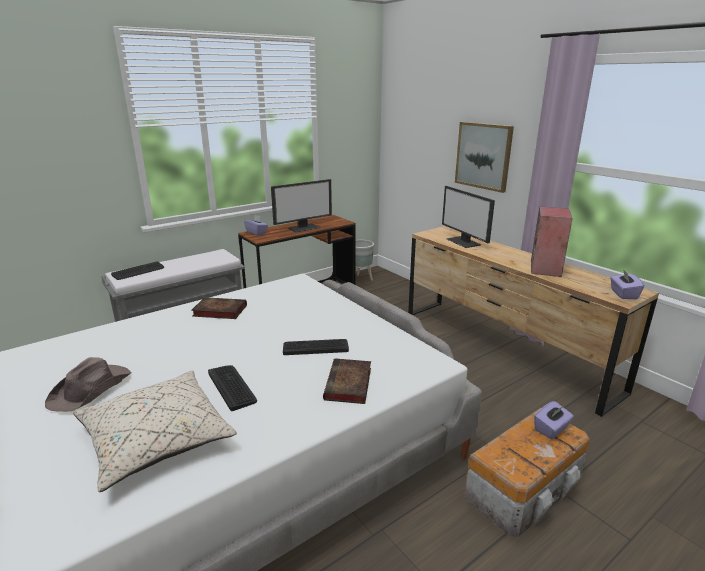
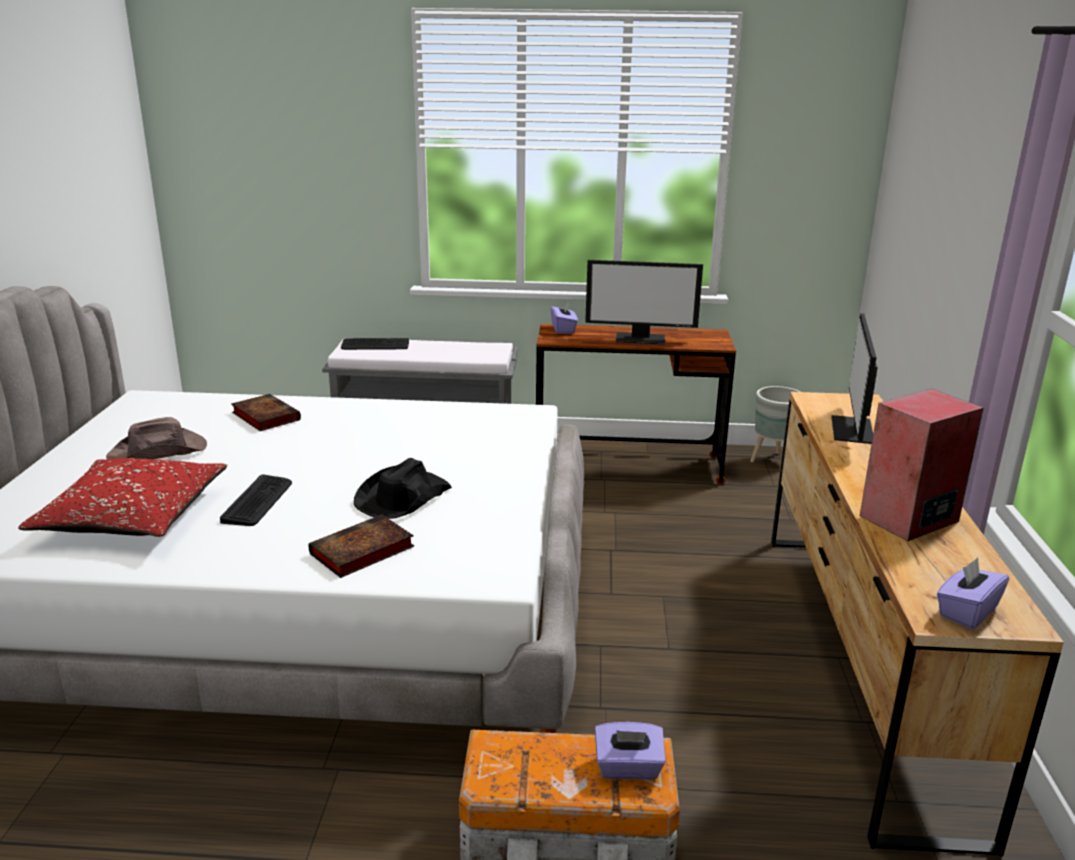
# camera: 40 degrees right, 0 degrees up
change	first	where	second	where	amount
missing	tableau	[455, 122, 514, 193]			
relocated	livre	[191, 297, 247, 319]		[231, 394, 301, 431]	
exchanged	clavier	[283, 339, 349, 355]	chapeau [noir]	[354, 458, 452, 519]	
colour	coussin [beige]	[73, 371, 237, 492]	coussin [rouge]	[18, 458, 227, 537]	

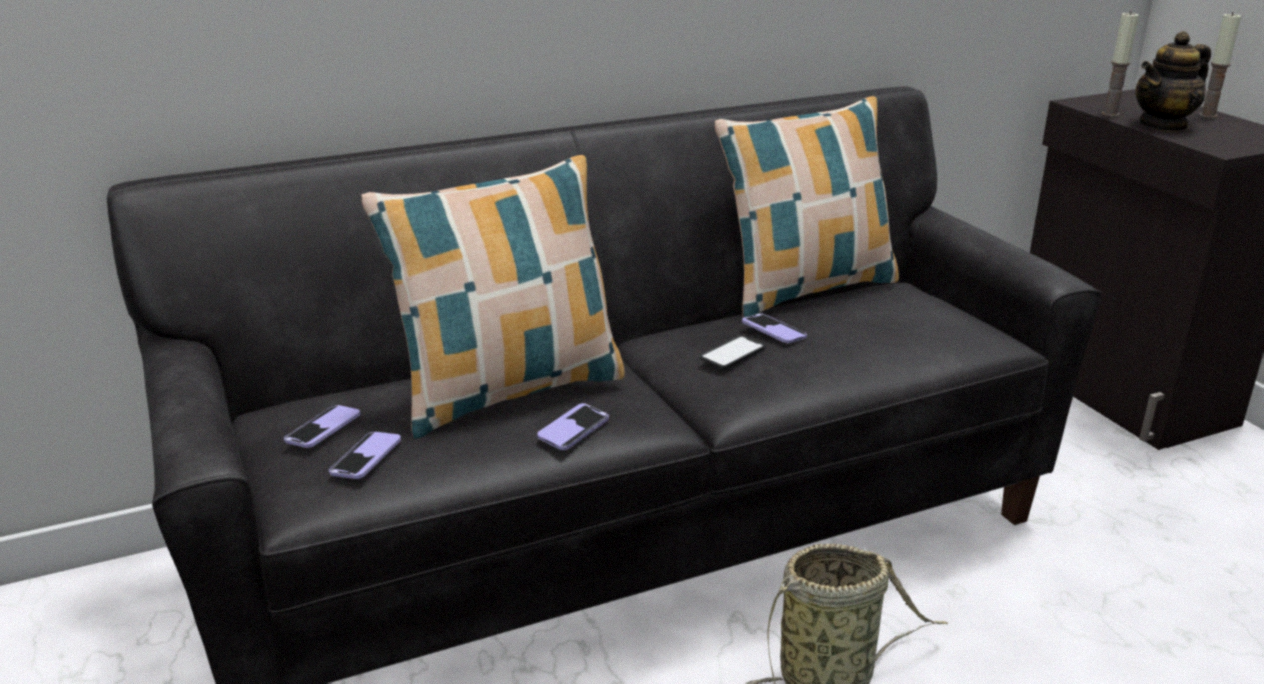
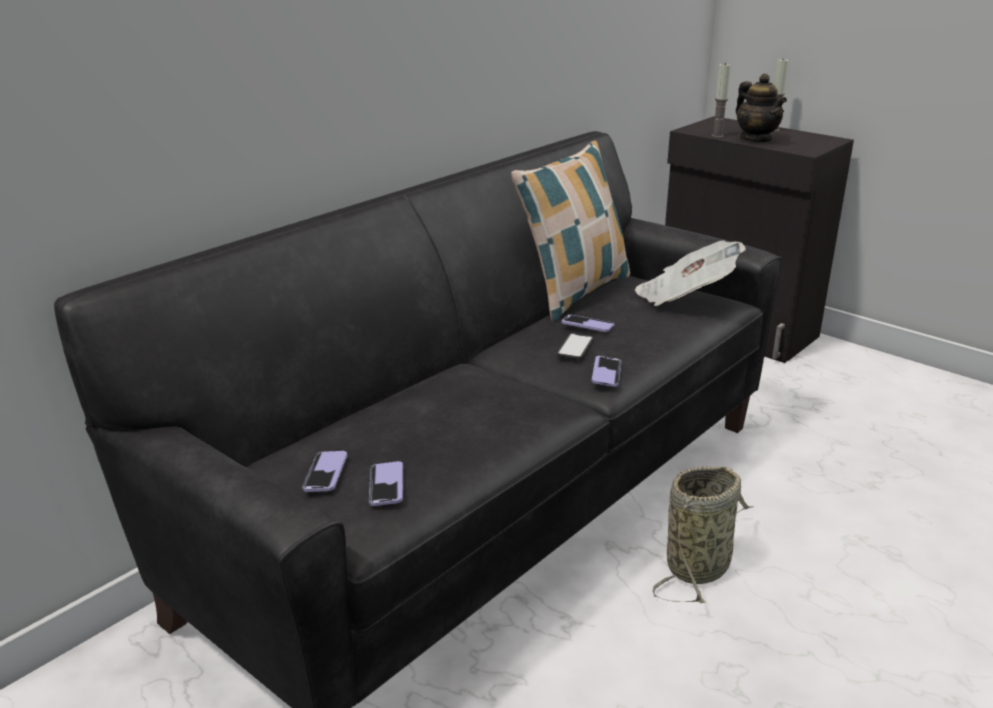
# camera: 25 degrees left, 0 degrees up
change	first	where	second	where	amount
missing	coussin	[361, 155, 625, 439]			
appeared			journal	[635, 240, 746, 306]	
relocated	téléphone	[537, 403, 609, 450]		[591, 356, 622, 387]	
spun	théière	[1136, 31, 1211, 132]		[736, 74, 787, 143]	60 degrees counterclockwise

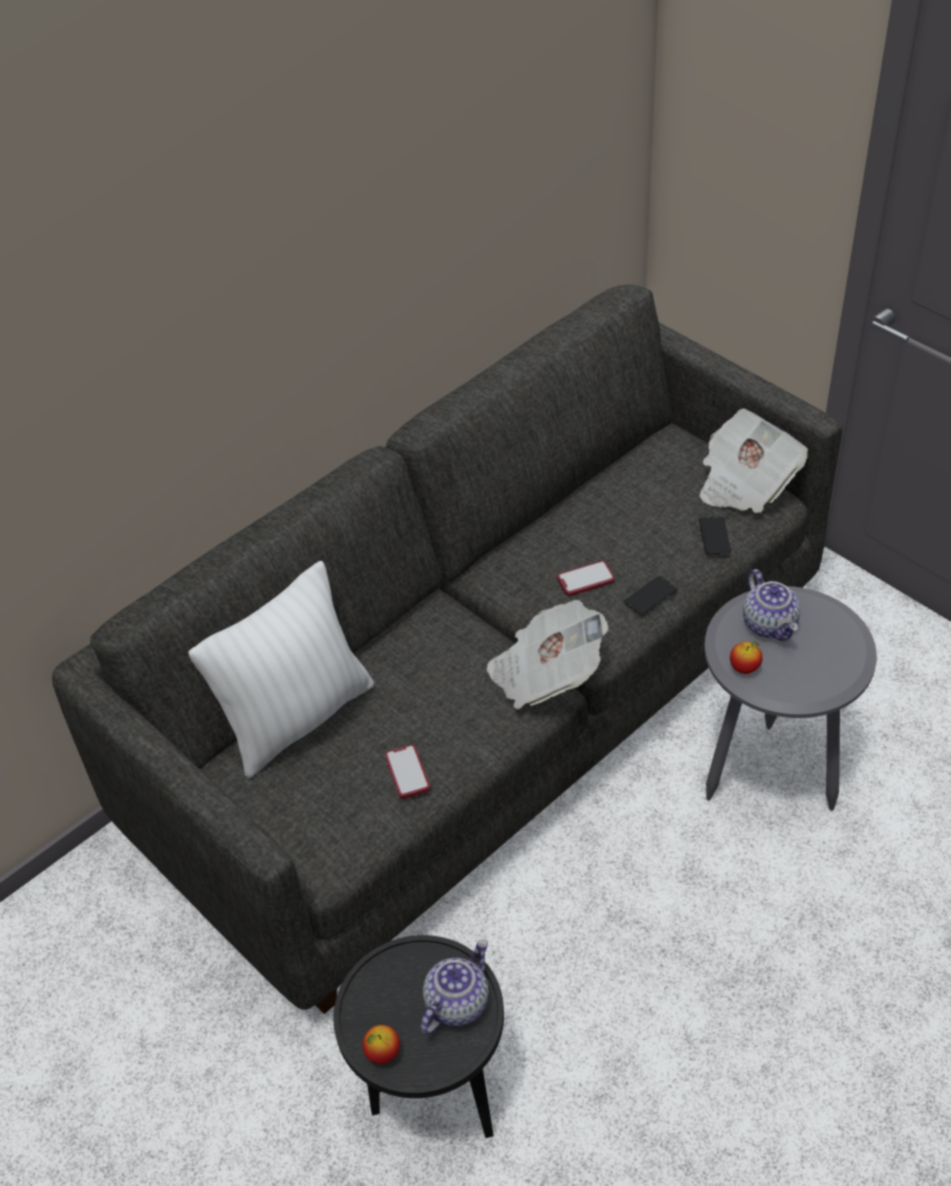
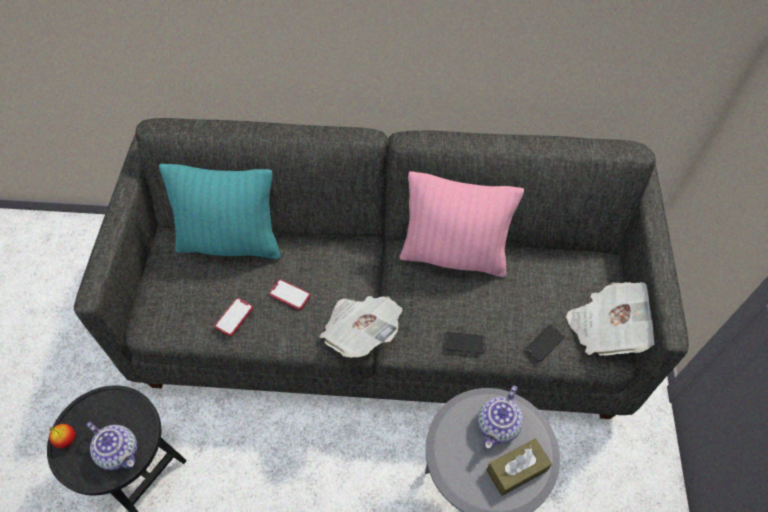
# camera: 45 degrees right, 10 degrees up
change	first	where	second	where	amount
missing	pomme	[730, 641, 763, 674]			
appeared			coussin [rose]	[400, 171, 524, 277]	
appeared			boîte à mouchoirs [marron]	[486, 439, 552, 496]	
relocated	téléphone	[557, 561, 614, 596]		[269, 279, 310, 310]	
colour	coussin [blanc]	[188, 561, 374, 778]	coussin [turquoise]	[159, 164, 281, 259]	
spun	théière	[421, 939, 489, 1035]		[86, 422, 137, 470]	45 degrees clockwise

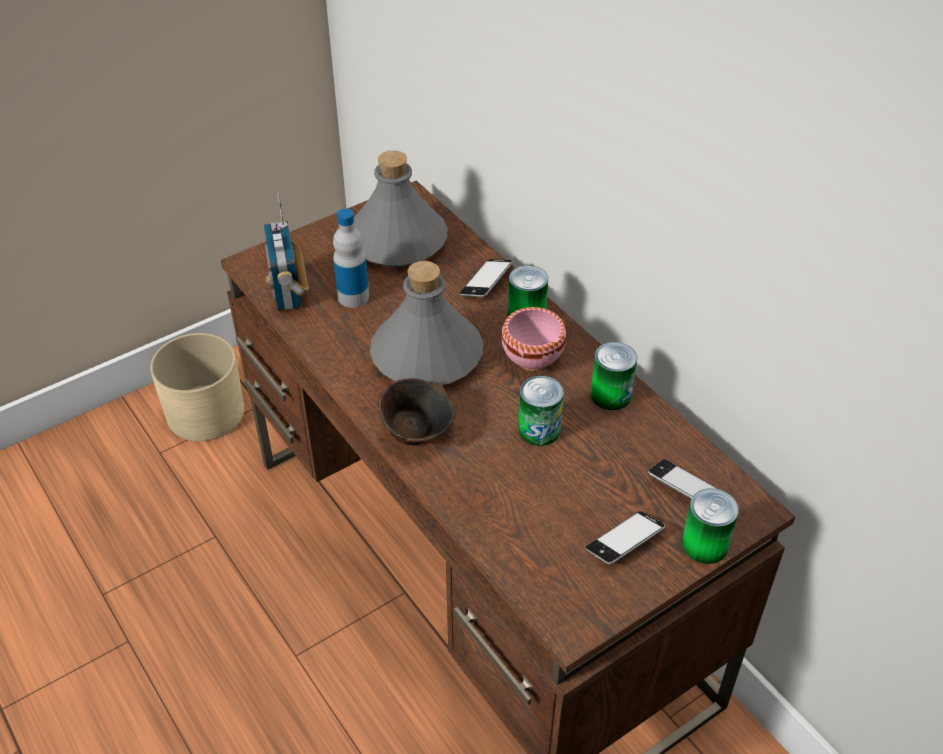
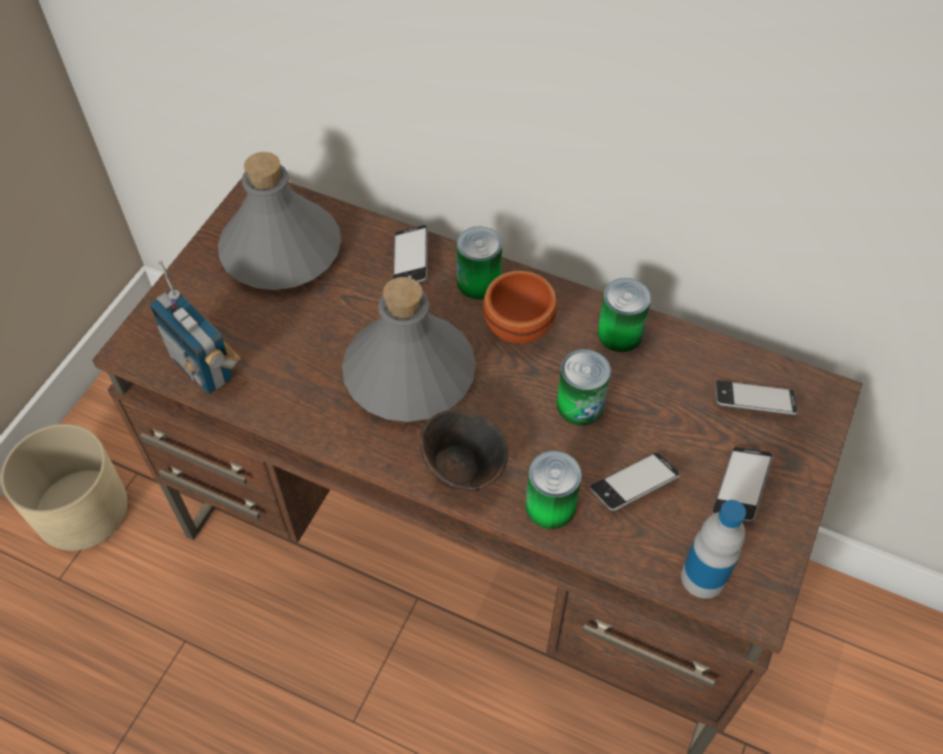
# camera: 30 degrees left, 10 degrees up
change	first	where	second	where	amount
appeared			téléphone	[590, 452, 680, 511]	
relocated	bouteille	[333, 208, 369, 308]		[681, 500, 746, 599]	
relocated	boîte métallique	[682, 488, 739, 564]		[525, 451, 582, 529]	
colour	bol [rose]	[501, 307, 566, 371]	bol [marron]	[483, 271, 557, 344]	

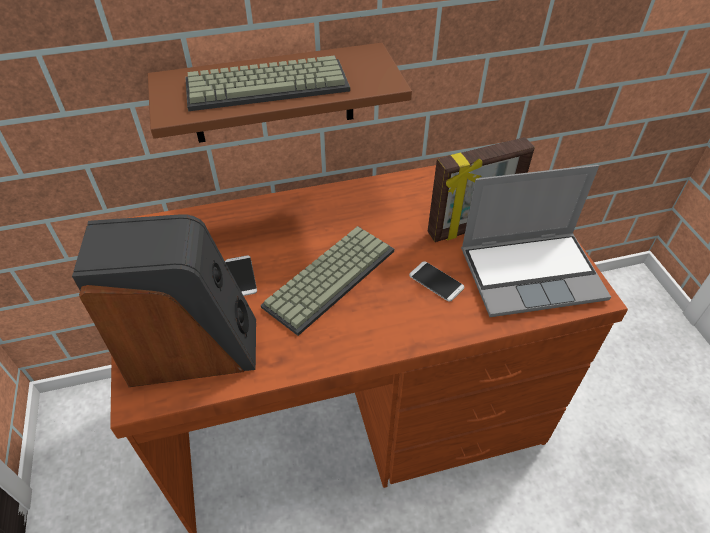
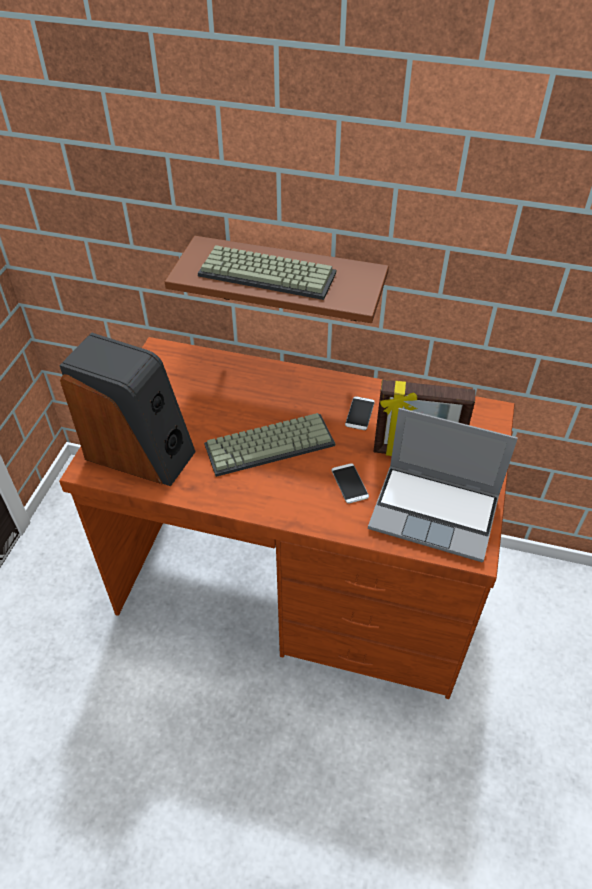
# camera: 30 degrees right, 0 degrees up
change	first	where	second	where	amount
relocated	téléphone	[225, 255, 257, 296]		[345, 396, 375, 430]	

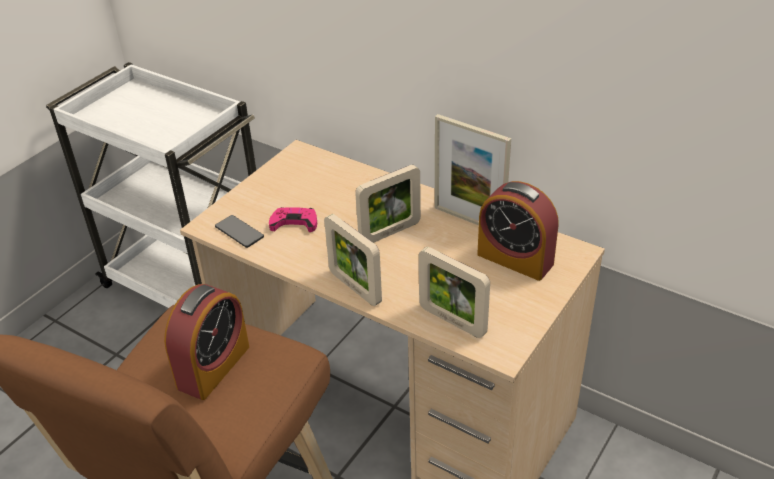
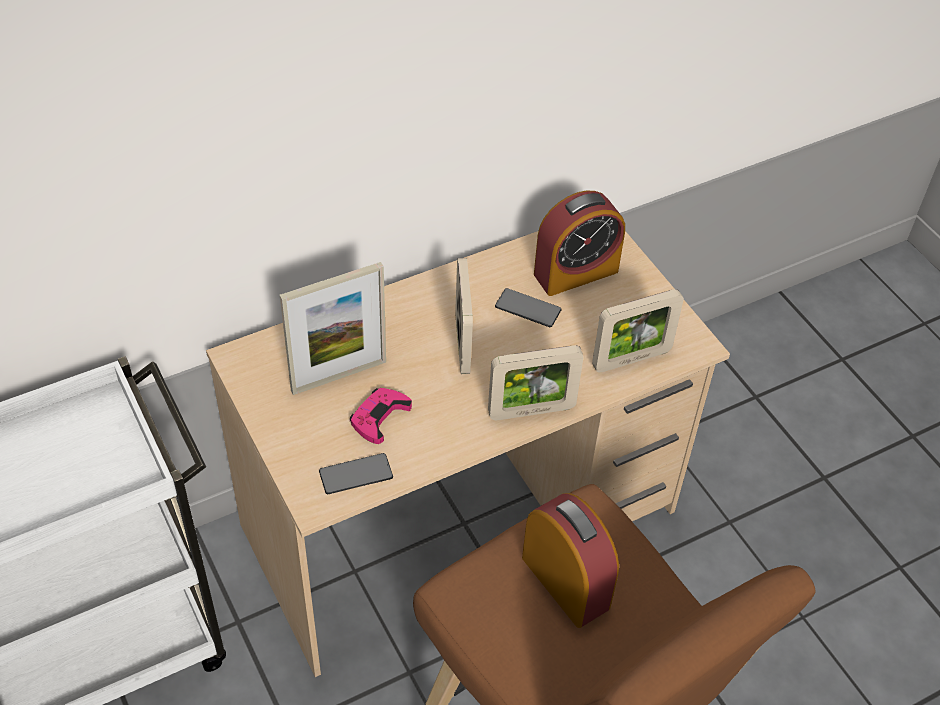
# camera: 65 degrees left, 10 degrees up
change	first	where	second	where	amount
appeared			téléphone	[495, 288, 562, 327]	
relocated	cadre photo	[435, 114, 511, 225]		[280, 262, 386, 395]	

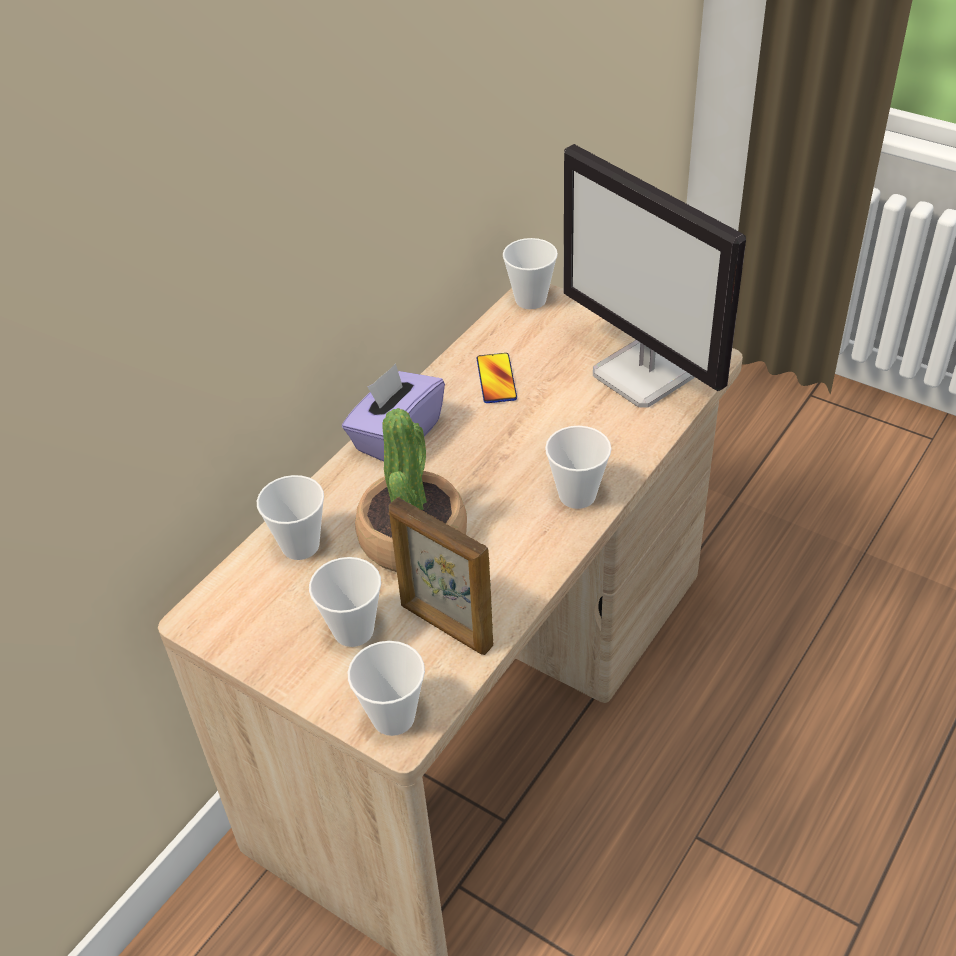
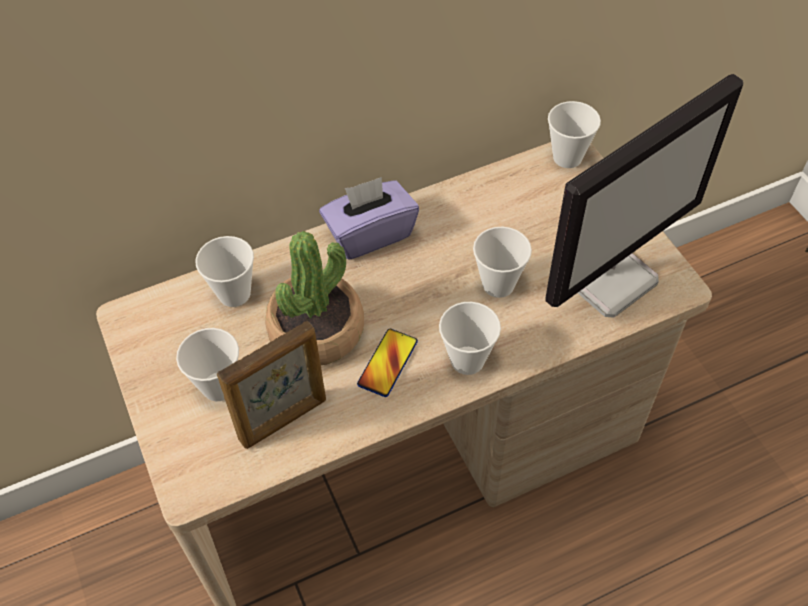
# camera: 30 degrees right, 10 degrees up
change	first	where	second	where	amount
relocated	tasse	[348, 641, 425, 736]		[473, 227, 532, 298]	
relocated	téléphone	[477, 353, 517, 403]		[357, 329, 418, 397]	
spun	cadre photo	[389, 497, 493, 655]		[217, 321, 326, 449]	105 degrees counterclockwise
spun	écran d'ordinateur	[564, 144, 746, 408]		[546, 74, 743, 318]	120 degrees counterclockwise

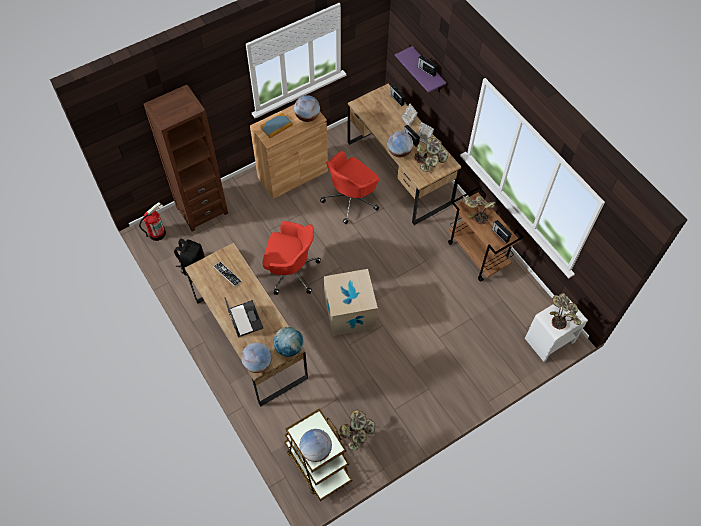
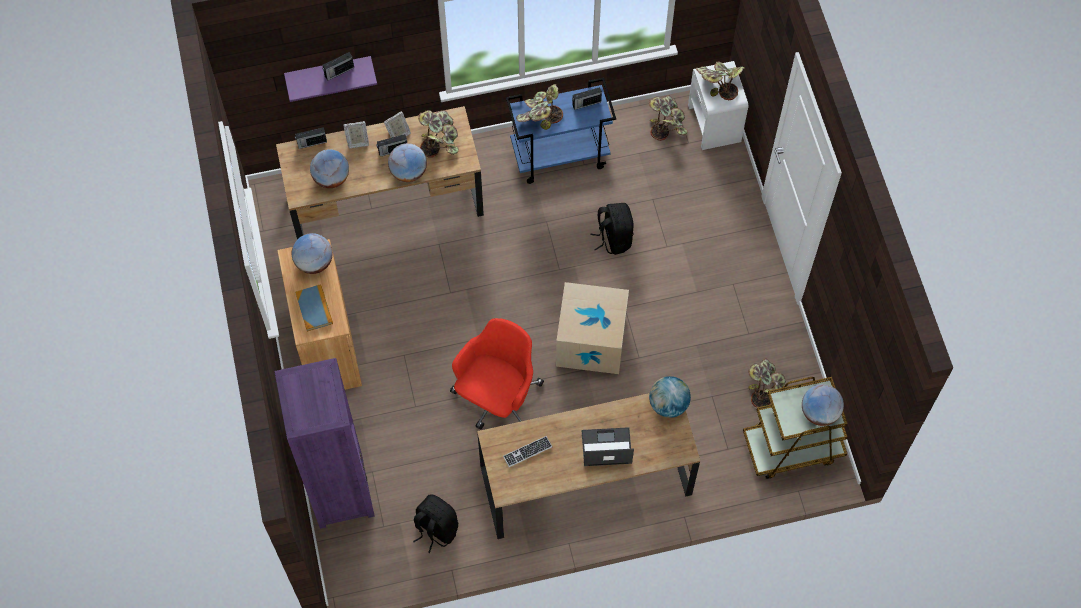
# camera: 70 degrees left, 5 degrees up
change	first	where	second	where	amount
missing	extincteur	[139, 202, 166, 241]			
missing	chaise de bureau [rouge]	[320, 151, 379, 224]			
appeared			sac à dos [noir]	[590, 203, 634, 255]	
appeared			plante en pot	[649, 95, 688, 141]	
relocated	globe	[241, 342, 272, 373]		[310, 149, 349, 188]	
colour	bibliothèque [marron]	[144, 85, 228, 232]	bibliothèque [violet]	[274, 358, 375, 529]	
colour	chariot [marron]	[448, 187, 524, 282]	chariot [bleu]	[506, 78, 616, 184]	

